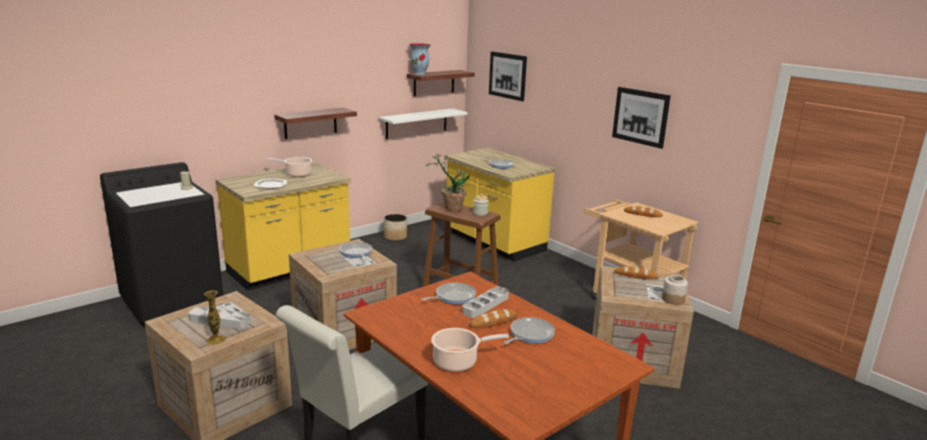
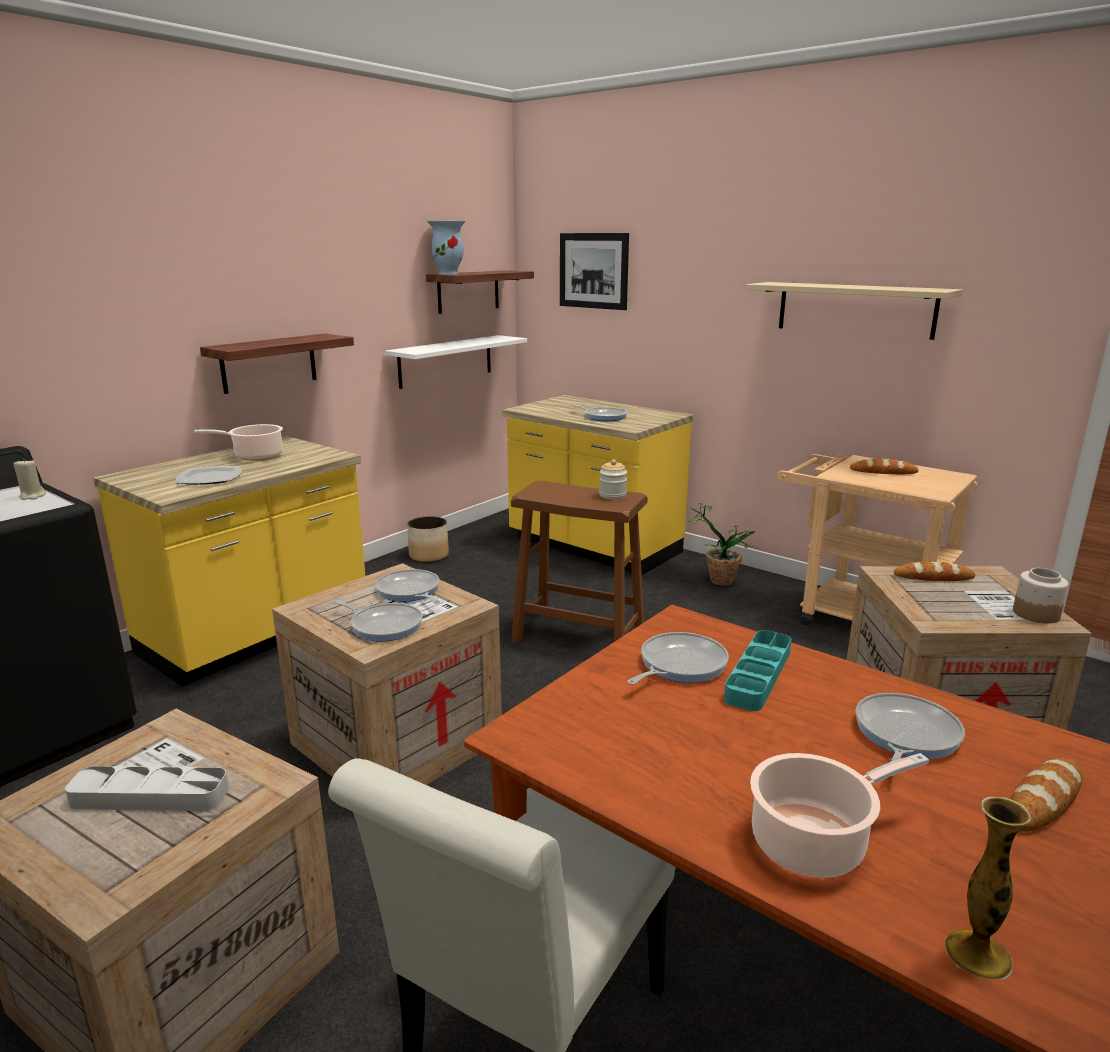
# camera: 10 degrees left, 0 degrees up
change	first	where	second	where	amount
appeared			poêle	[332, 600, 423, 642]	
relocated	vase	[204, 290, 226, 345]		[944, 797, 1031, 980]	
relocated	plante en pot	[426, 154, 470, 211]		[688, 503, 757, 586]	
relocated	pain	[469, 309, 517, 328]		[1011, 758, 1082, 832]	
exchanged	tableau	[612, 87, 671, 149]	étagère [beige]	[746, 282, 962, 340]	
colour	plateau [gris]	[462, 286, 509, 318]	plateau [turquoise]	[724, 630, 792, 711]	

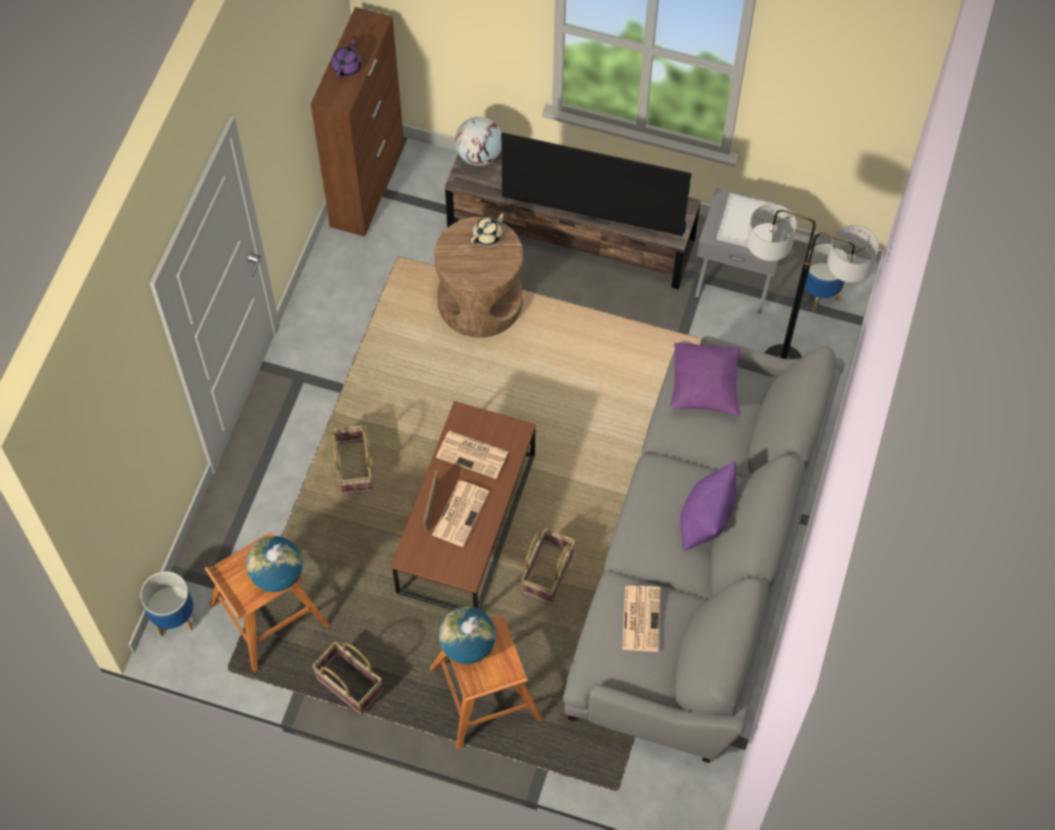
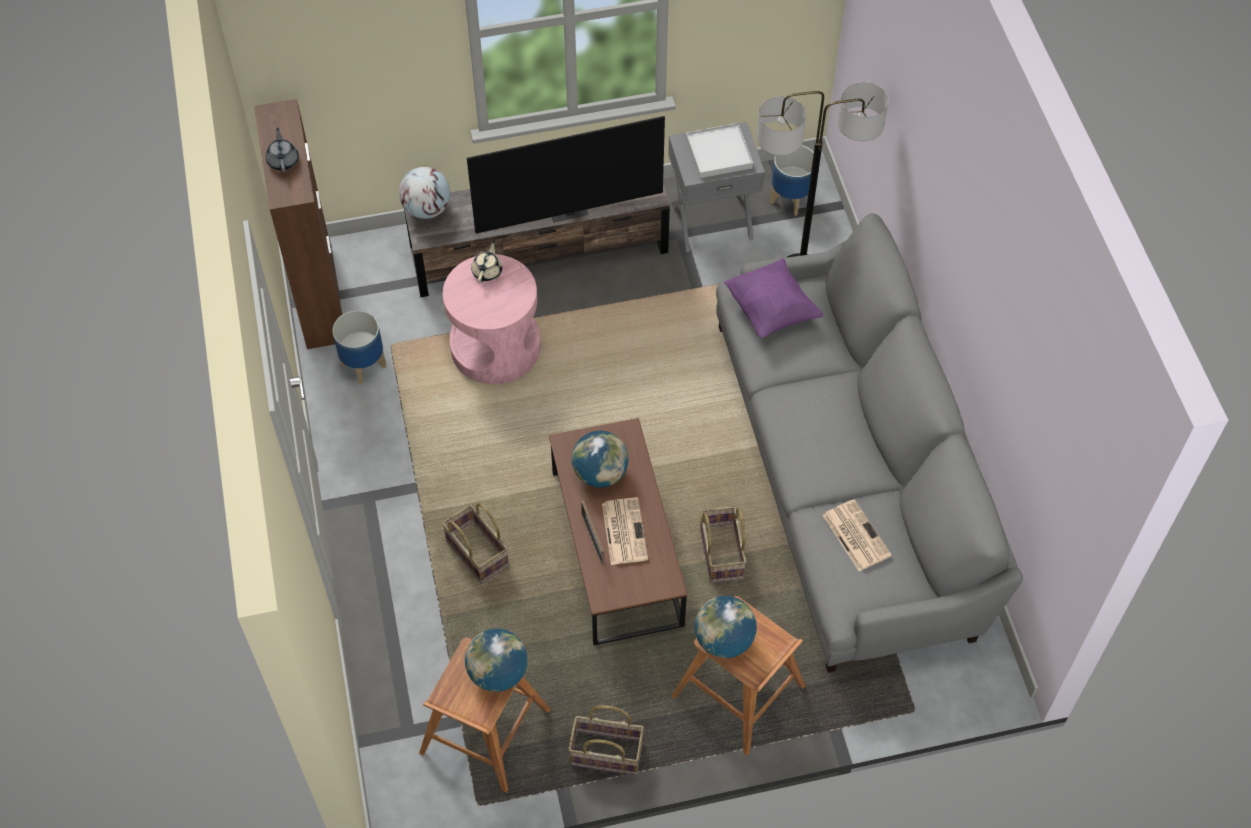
# camera: 30 degrees left, 5 degrees down
change	first	where	second	where	amount
missing	coussin [violet]	[680, 461, 736, 551]			
relocated	cache-pot	[140, 571, 194, 636]		[332, 310, 386, 384]	
exchanged	journal	[436, 431, 508, 479]	globe	[572, 431, 629, 488]	
colour	théière [violet]	[331, 36, 362, 78]	théière [gris]	[266, 127, 299, 172]	
colour	table d'appoint [marron]	[434, 217, 523, 338]	table d'appoint [rose]	[443, 254, 541, 384]	

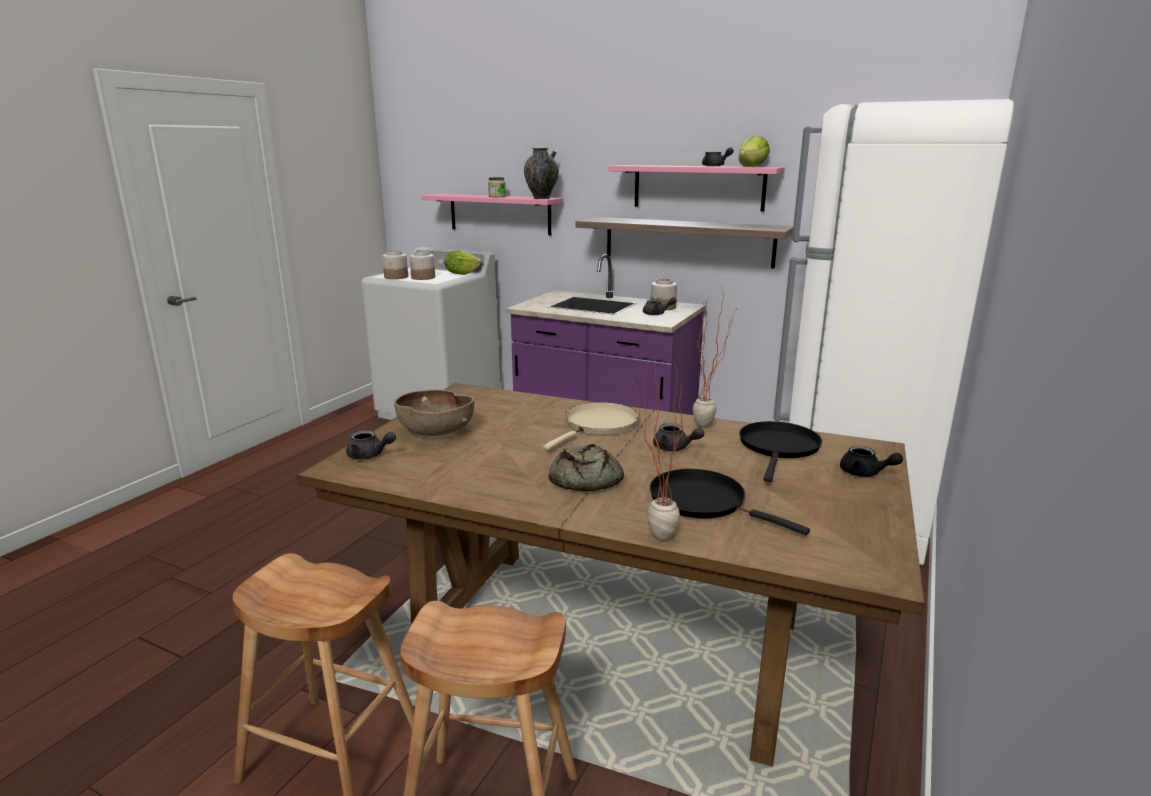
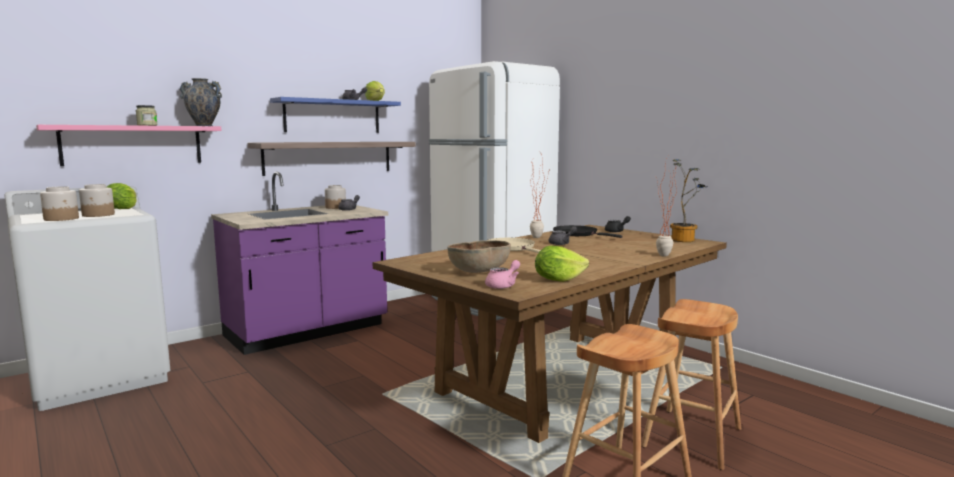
# camera: 65 degrees left, 10 degrees down
change	first	where	second	where	amount
missing	pain	[548, 444, 624, 491]			
missing	poêle [noir]	[650, 469, 810, 535]			
appeared			laitue	[535, 245, 589, 282]	
appeared			plante en pot	[670, 159, 707, 242]	
colour	théière [gris]	[346, 430, 396, 459]	théière [rose]	[485, 260, 520, 289]	
colour	étagère [rose]	[608, 165, 785, 212]	étagère [bleu]	[270, 97, 401, 133]	

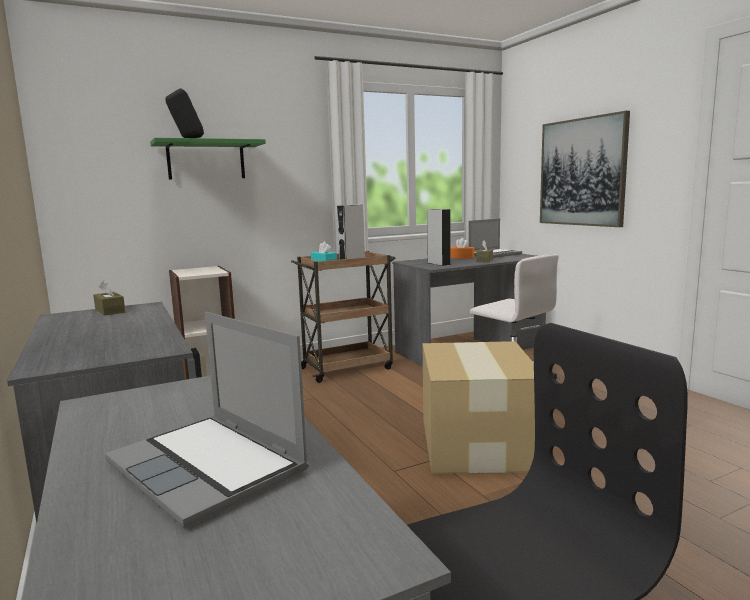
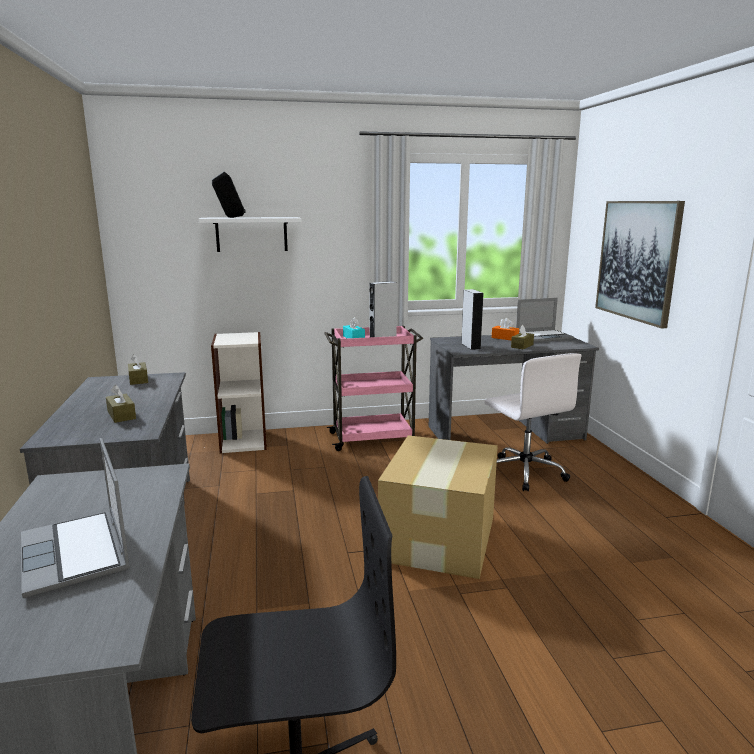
# camera: 15 degrees right, 5 degrees up
change	first	where	second	where	amount
appeared			boîte à mouchoirs [marron]	[106, 385, 136, 423]	
colour	étagère [vert]	[150, 138, 266, 180]	étagère [blanc]	[198, 217, 301, 252]	
colour	chariot [marron]	[291, 251, 396, 383]	chariot [rose]	[324, 326, 423, 451]	

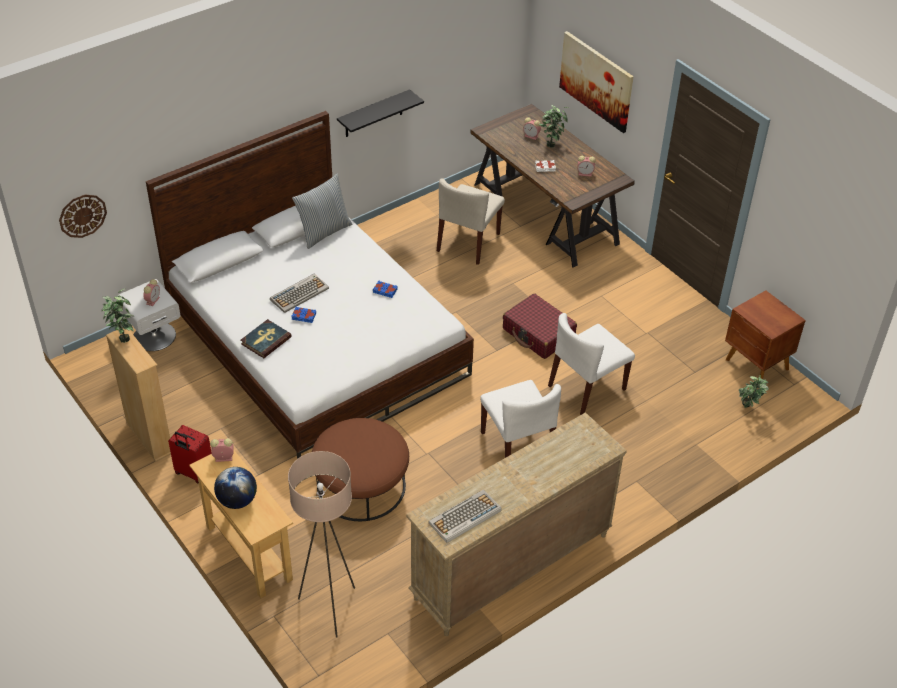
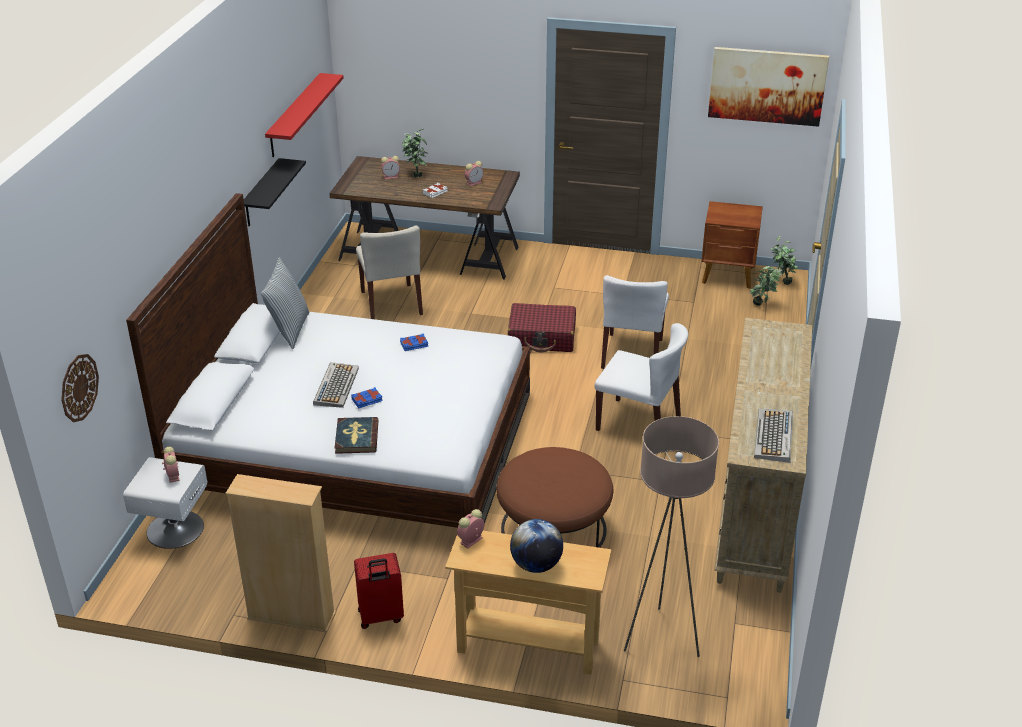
# camera: 40 degrees left, 10 degrees down
change	first	where	second	where	amount
appeared			étagère [rouge]	[265, 73, 344, 157]	
relocated	plante en pot	[101, 288, 134, 343]		[770, 236, 798, 285]	
relocated	tableau	[559, 31, 634, 133]		[708, 47, 829, 127]	

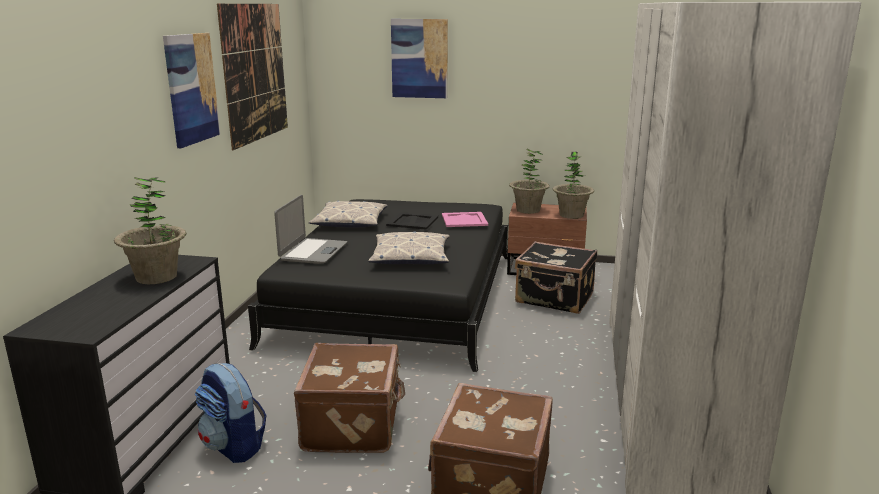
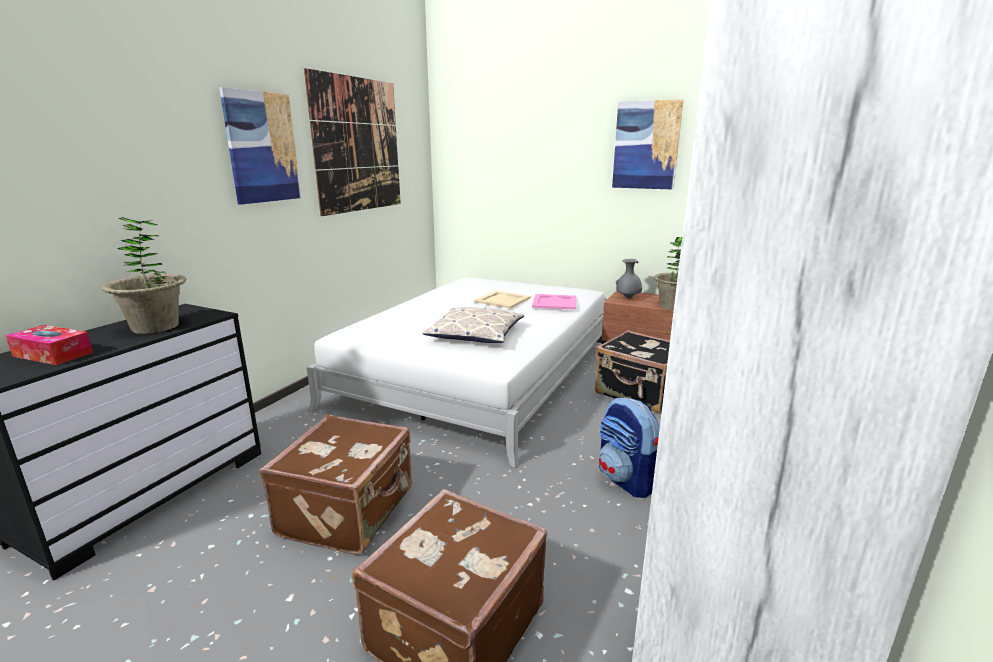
# camera: 15 degrees right, 0 degrees up
change	first	where	second	where	amount
missing	ordinateur portable	[274, 195, 347, 264]			
missing	coussin	[308, 200, 388, 227]			
appeared			boîte à mouchoirs	[5, 325, 93, 365]	
relocated	sac à dos	[195, 363, 267, 463]		[599, 398, 660, 498]	
relocated	tableau	[391, 19, 448, 98]		[612, 99, 683, 190]	
exchanged	plante en pot	[509, 149, 550, 214]	vase [gris]	[616, 259, 642, 299]	
colour	lit [noir]	[248, 199, 508, 372]	lit [blanc]	[307, 278, 605, 468]	
colour	plateau [noir]	[386, 212, 438, 230]	plateau [beige]	[474, 291, 531, 308]	

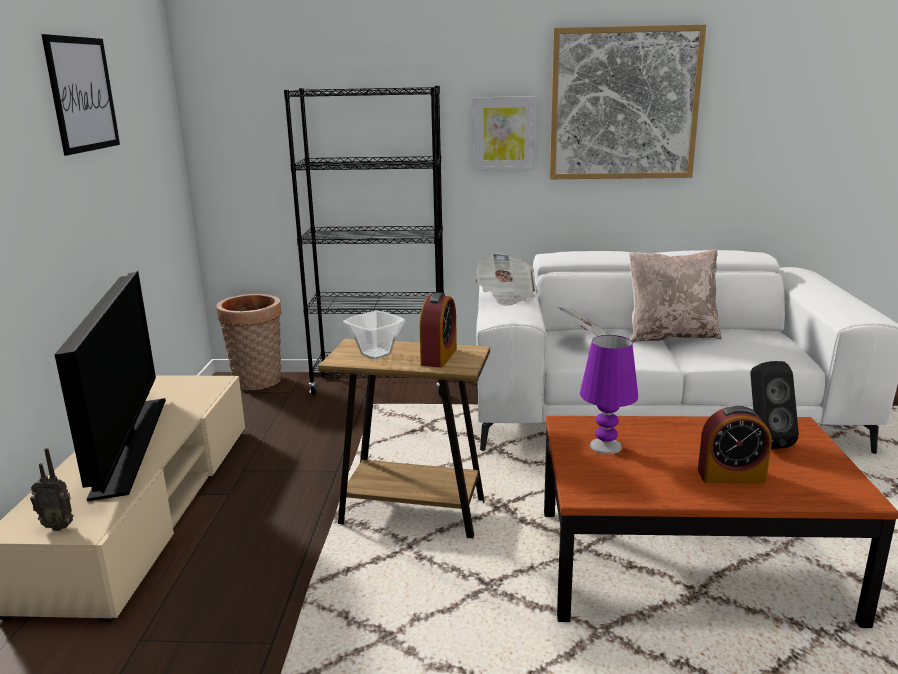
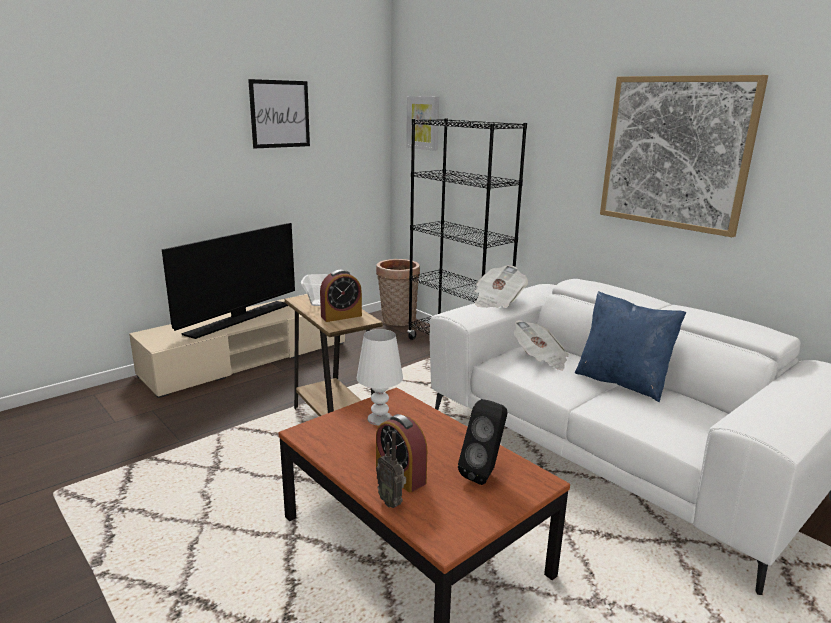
# camera: 45 degrees right, 0 degrees up
change	first	where	second	where	amount
relocated	radio	[30, 448, 74, 531]		[376, 431, 406, 508]	
relocated	tableau	[473, 96, 536, 171]		[406, 96, 439, 151]	
colour	lampe de table [violet]	[580, 335, 638, 454]	lampe de table [blanc]	[357, 329, 403, 425]	
colour	coussin [beige]	[630, 249, 722, 342]	coussin [bleu]	[575, 291, 686, 402]	

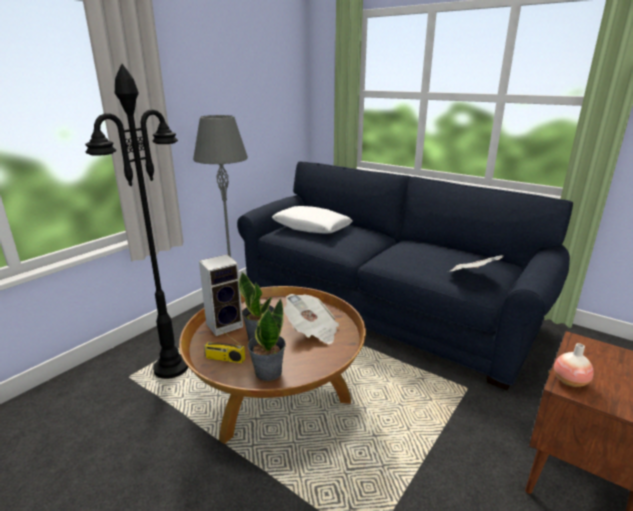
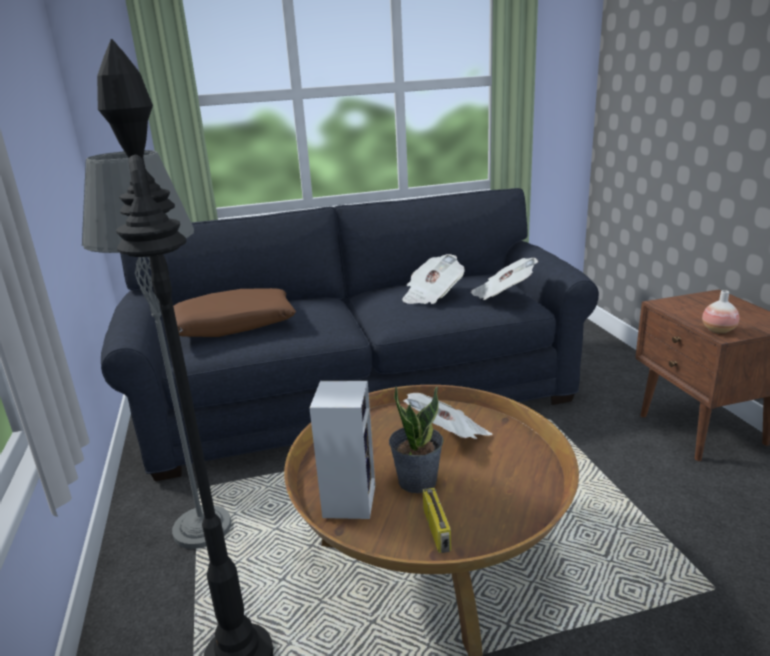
# camera: 50 degrees left, 0 degrees up
change	first	where	second	where	amount
missing	plante en pot	[248, 299, 286, 381]			
appeared			journal	[402, 254, 465, 304]	
colour	coussin [blanc]	[272, 206, 353, 234]	coussin [marron]	[173, 288, 296, 337]	
spun	radio	[204, 323, 245, 363]		[423, 488, 451, 553]	60 degrees counterclockwise

